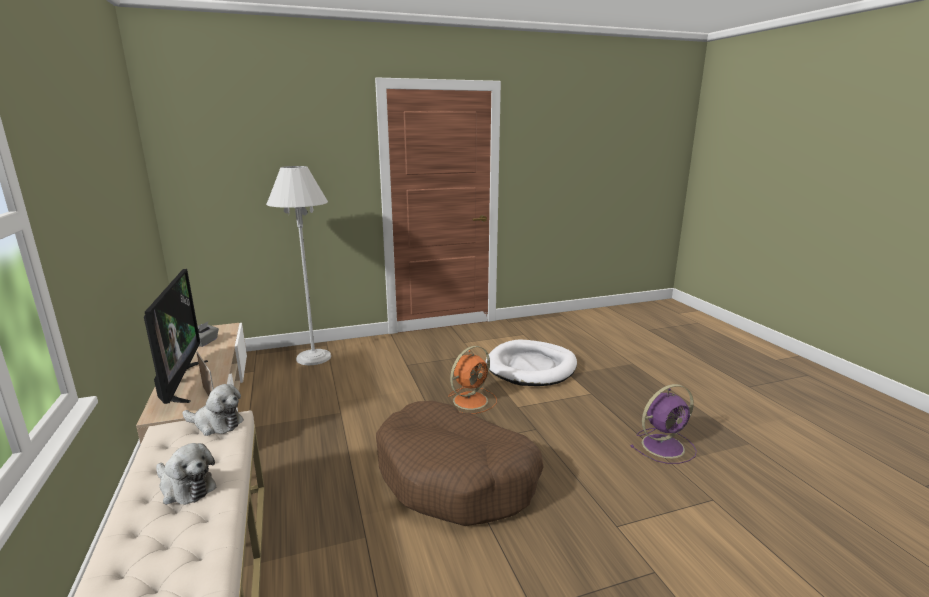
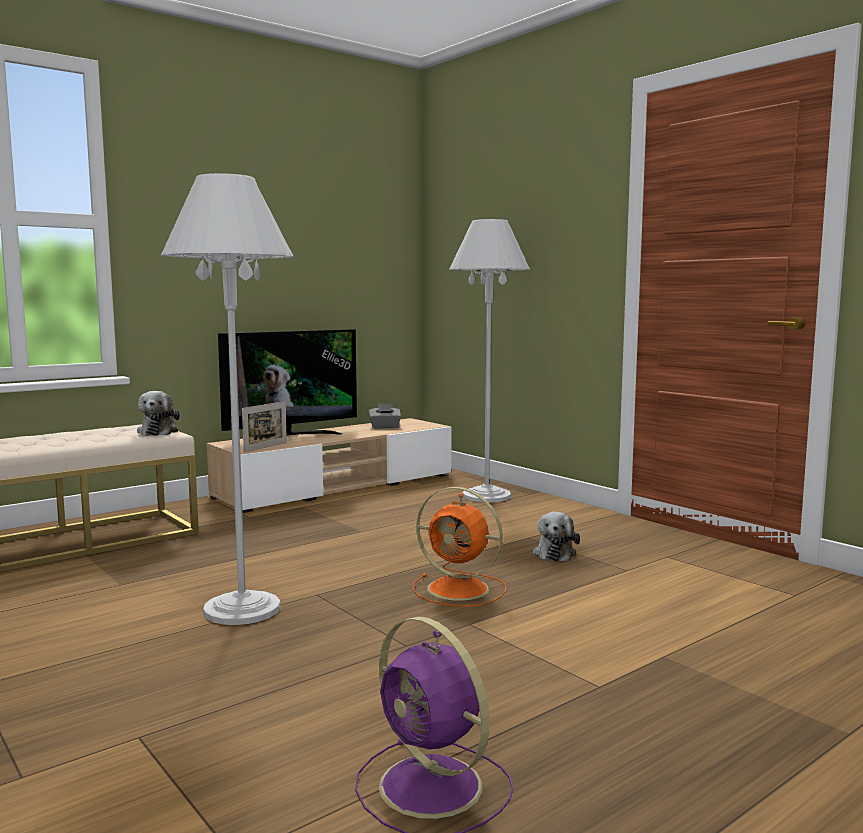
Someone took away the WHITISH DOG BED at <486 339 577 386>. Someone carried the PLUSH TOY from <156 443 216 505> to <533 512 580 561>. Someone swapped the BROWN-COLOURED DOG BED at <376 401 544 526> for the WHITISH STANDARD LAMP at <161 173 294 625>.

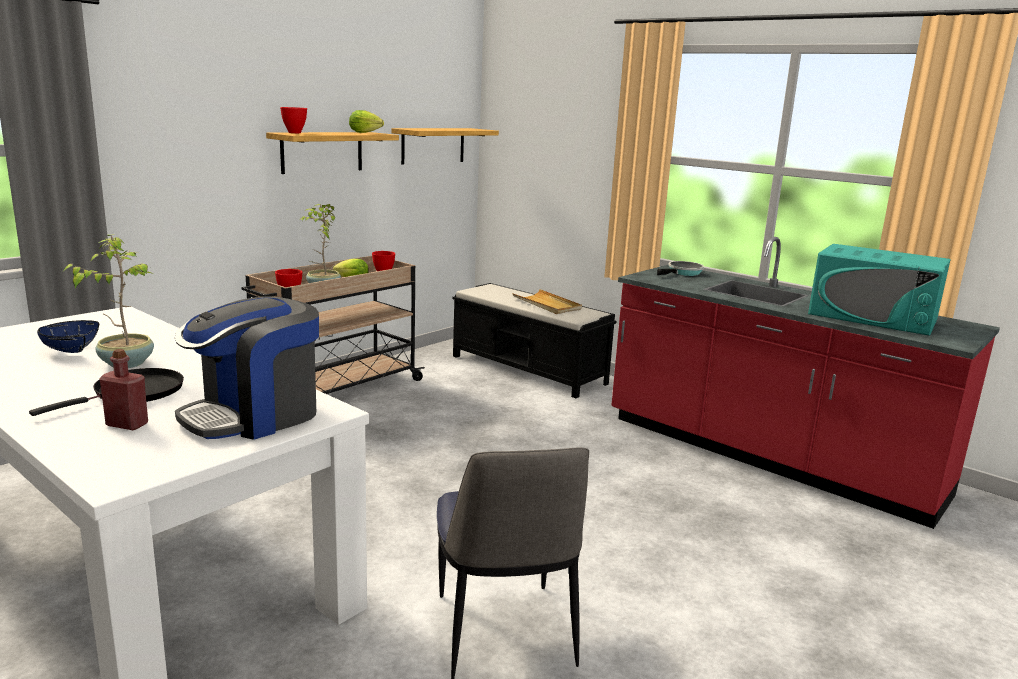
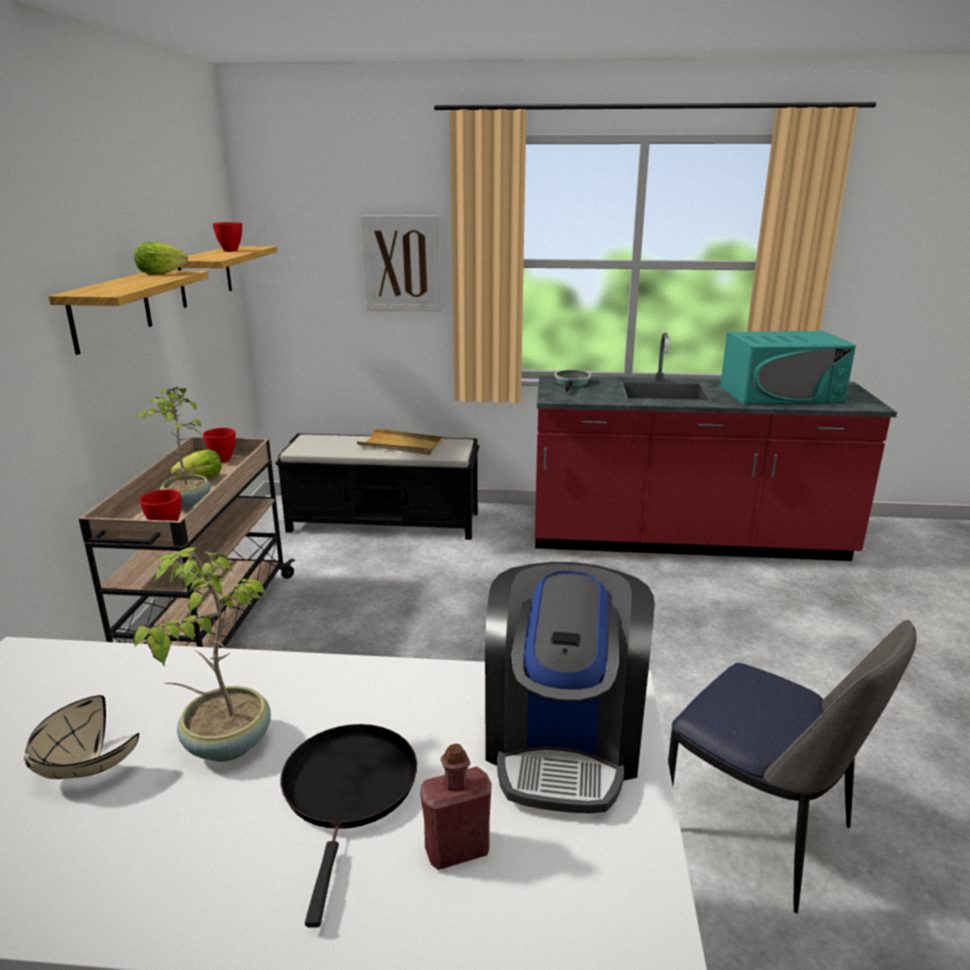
Someone put up the WALL PICTURE at <361 215 441 312>. Someone carried the RED-COLOURED SERVING BOWL from <280 107 307 133> to <213 222 242 252>. Someone repainted the BLUISH SERVING BOWL at <37 320 99 353>, which became the SAND-COLOURED SERVING BOWL at <24 695 139 779>.

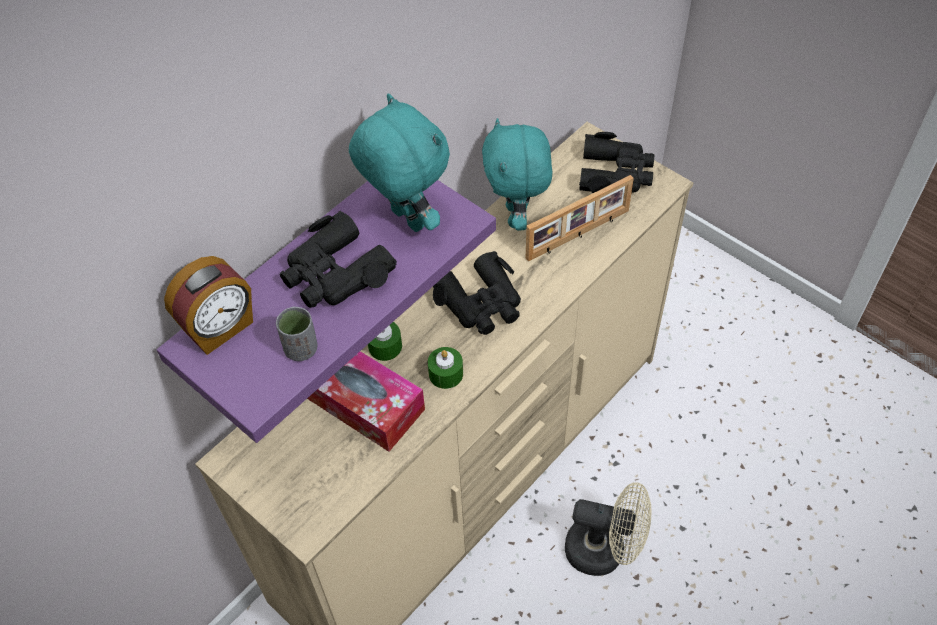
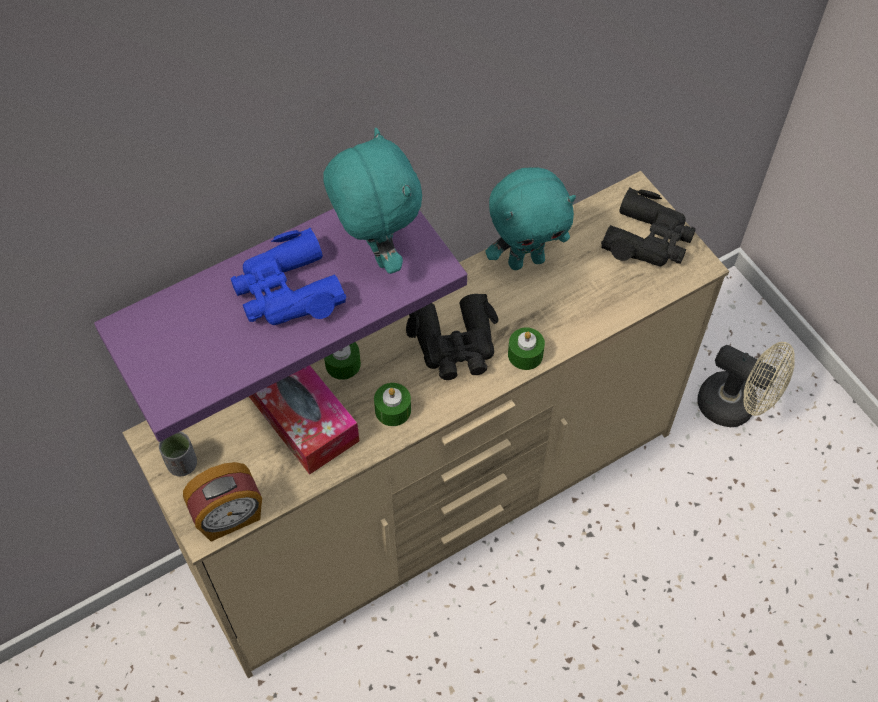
Someone took away the STANDING FRAME at <526 175 634 262>. Someone put down the GREEN-COLOURED WAX CANDLE at <508 328 545 370>. Someone carried the ALARM CLOCK from <164 256 253 355> to <183 462 262 542>. Someone carried the GRAY SMALL CUP from <276 306 318 361> to <159 431 197 476>. Someone carried the SAND-COLOURED FAN from <565 482 651 576> to <697 342 795 427>. Someone repainted the BLACK PAIR OF BINOCULARS at <280 211 397 308>, which became the BLUISH PAIR OF BINOCULARS at <231 228 346 325>. Someone rotated the TURQUOISE-COLOURED PLUSH TOY at <482 118 552 231> by 120 degrees counterclockwise.

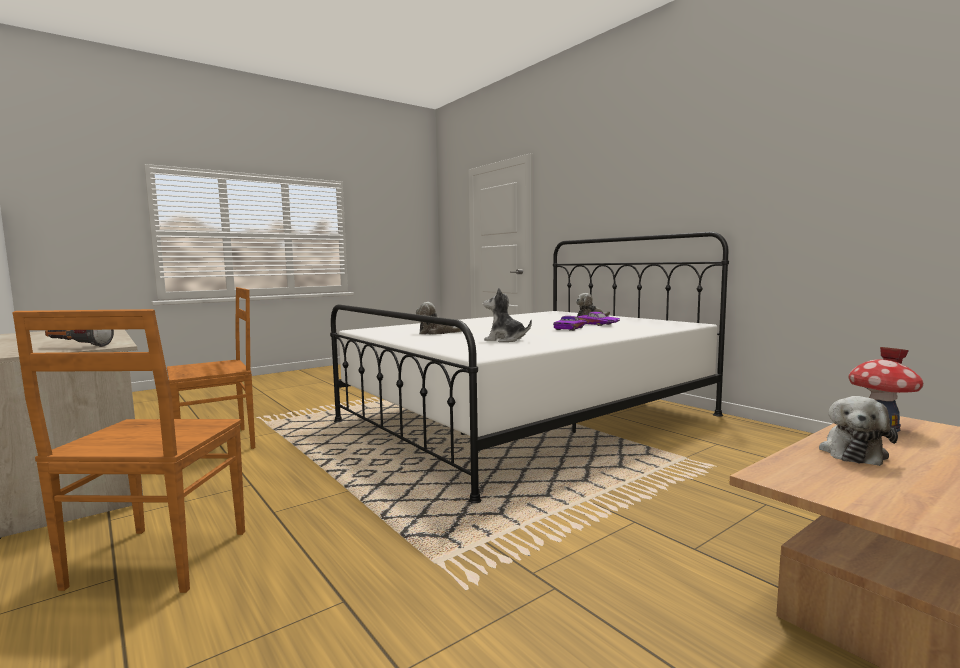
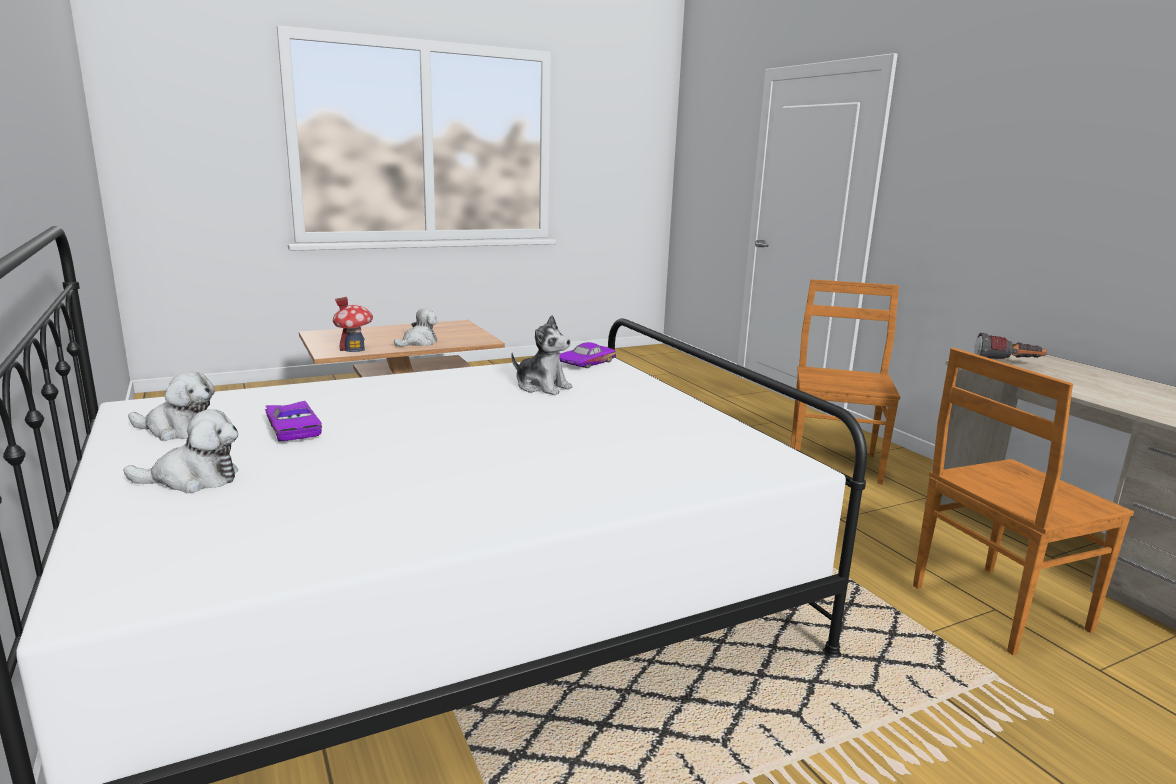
Someone carried the PLUSH TOY from <416 302 462 335> to <128 371 215 441>. Someone carried the PURPLISH MODEL CAR from <553 316 587 331> to <559 342 616 368>.

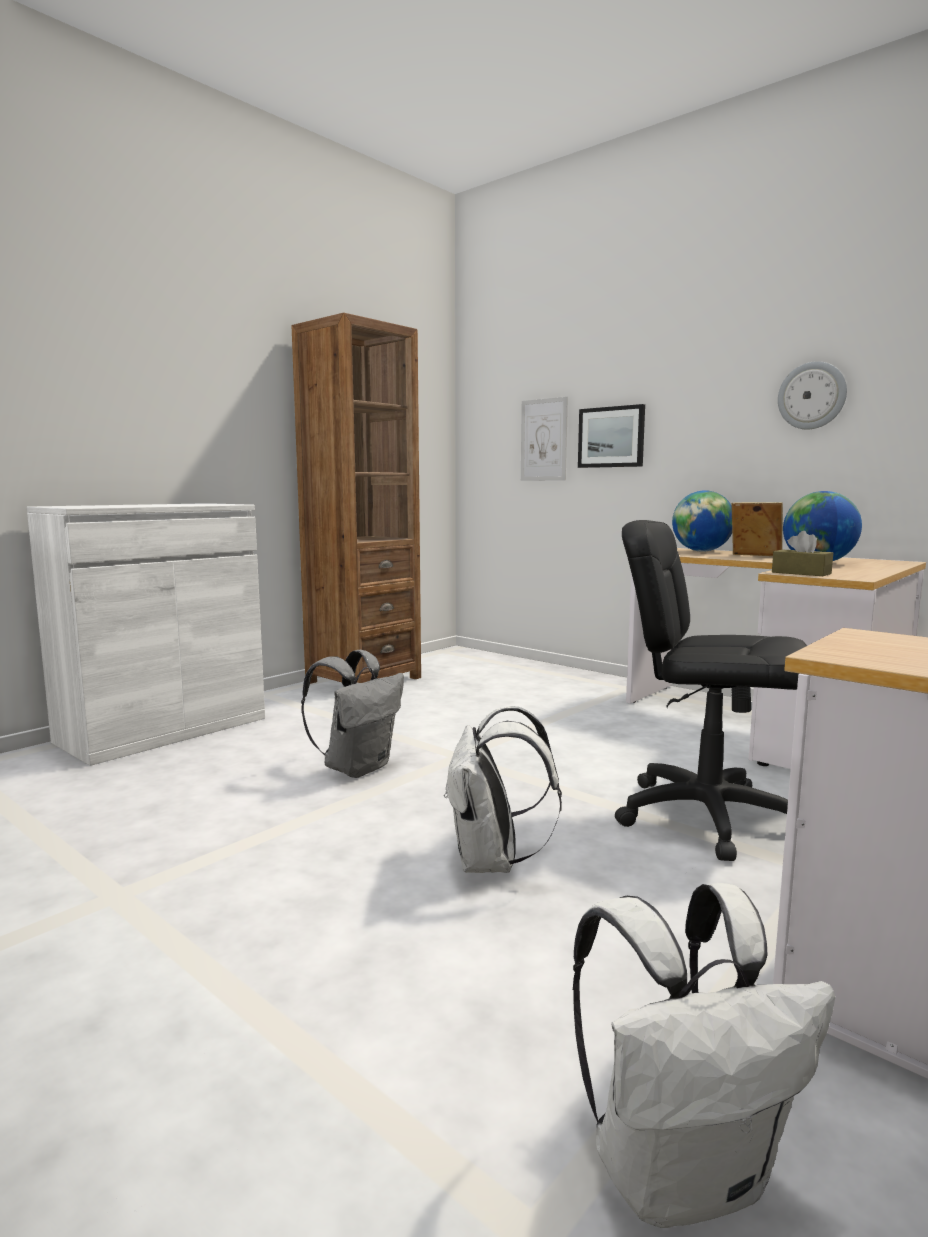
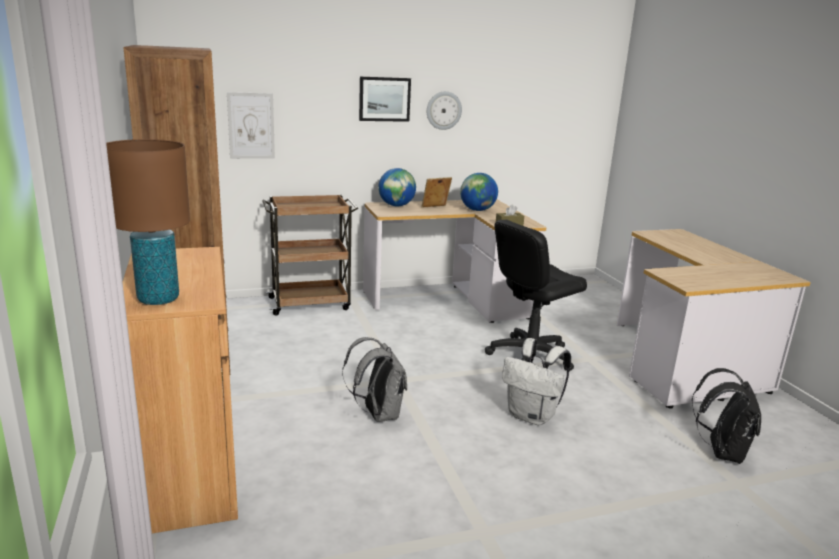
Someone put down the BROWN-COLOURED TABLE LAMP at <106 139 190 305>. Someone put down the BROWN-COLOURED TROLLEY at <262 195 358 316>. Someone carried the WALL PICTURE from <578 404 645 468> to <359 77 411 122>. Someone repainted the WHITISH STORAGE CABINET at <27 503 265 766>, which became the BROWN-COLOURED STORAGE CABINET at <123 247 238 534>. Someone repainted the WHITISH RUCKSACK at <573 883 835 1228>, which became the BLACK RUCKSACK at <692 368 761 464>.

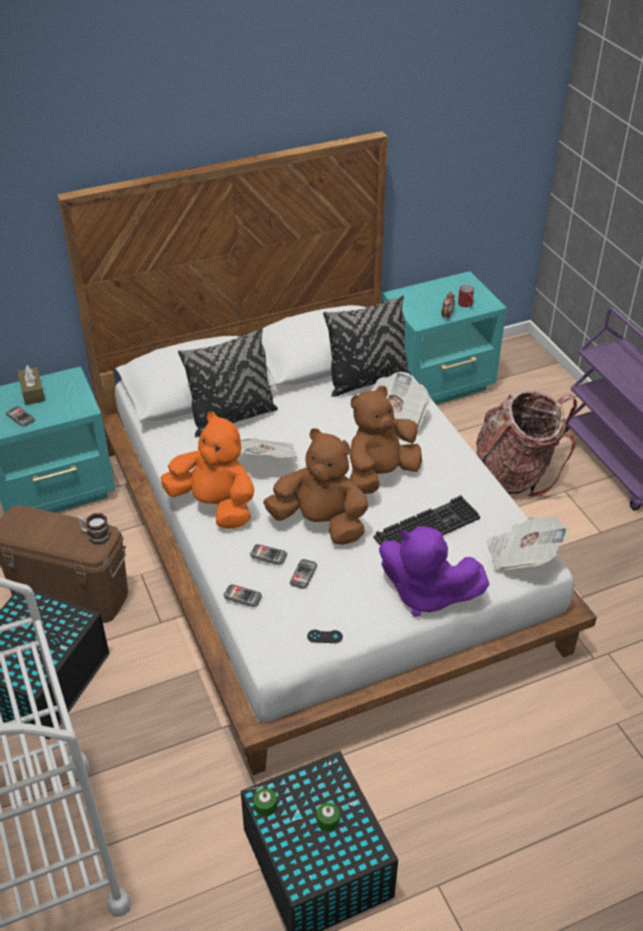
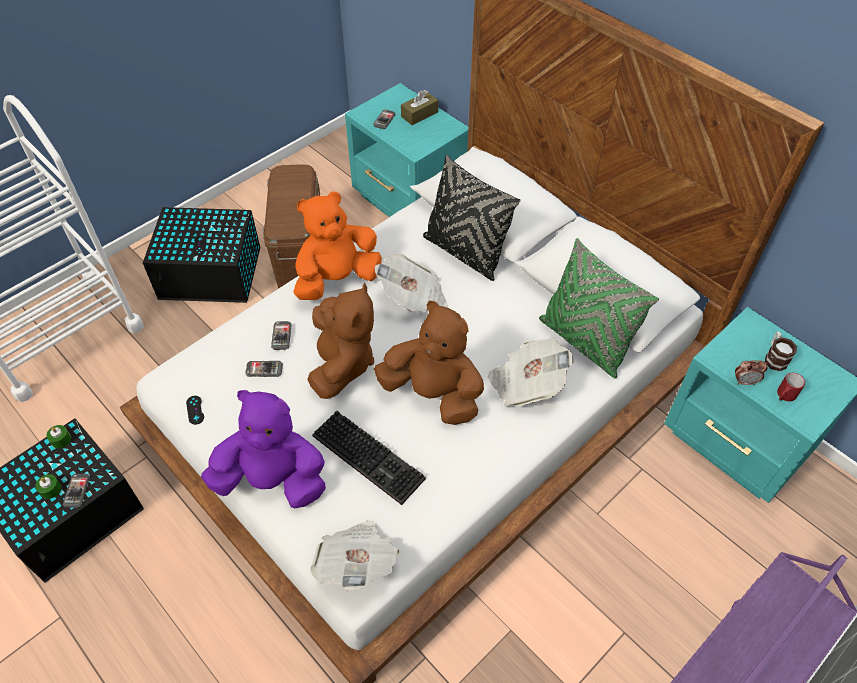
Someone took away the RUCKSACK at <476 390 577 497>. Someone carried the TEA MUG from <78 513 110 545> to <765 332 797 371>. Someone carried the TELEPHONE from <223 584 262 607> to <63 474 90 508>. Someone repainted the BLACK PILLOW at <323 296 412 397>, which became the GREEN-COLOURED PILLOW at <539 238 659 378>. Someone rotated the ORANGEY PLUSH TOY at <161 412 254 529> by 135 degrees counterclockwise. Someone rotated the PURPLISH PLUSH TOY at <379 526 490 617> by 90 degrees clockwise.

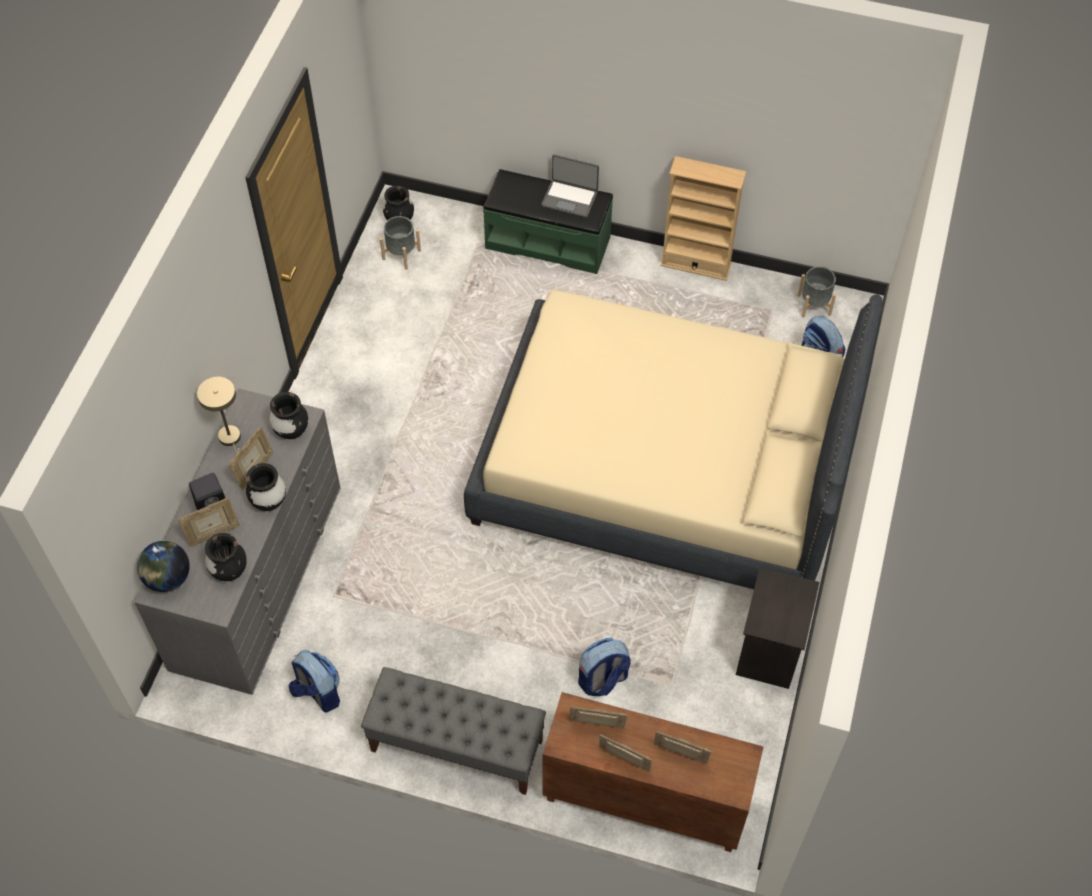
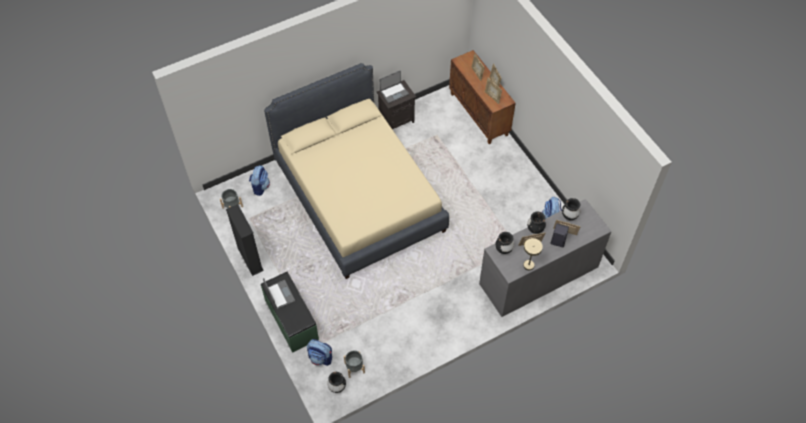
Someone took away the DESK GLOBE at <137 541 190 592>. Someone took away the GRAY INDOOR BENCH at <361 667 546 795>. Someone put down the PORTABLE COMPUTER at <380 71 409 103>. Someone carried the RUCKSACK from <578 638 631 696> to <307 339 332 366>. Someone repainted the SAND-COLOURED BOOKSHELF at <660 156 747 281>, which became the BLACK BOOKSHELF at <226 204 264 276>.

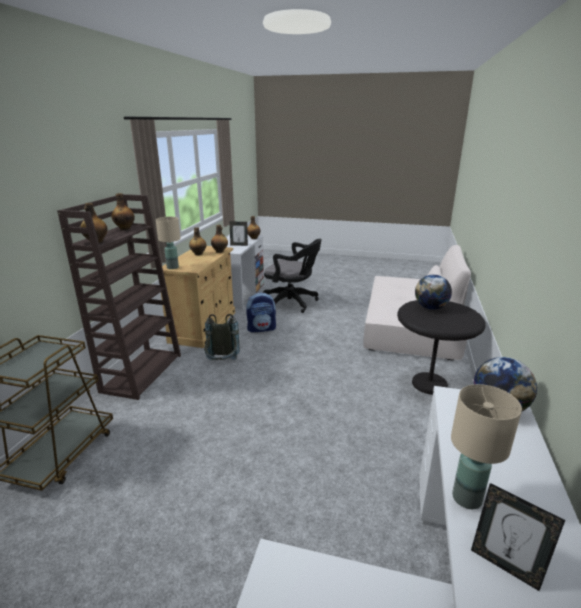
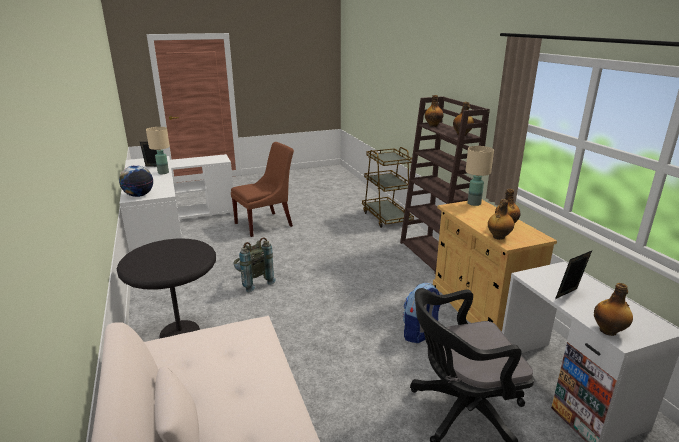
Someone took away the DESK GLOBE at <415 275 452 310>. Someone put down the BROWN-COLOURED PLAIN CHAIR at <231 142 294 237>. Someone carried the GRAY RUCKSACK from <204 314 240 360> to <233 237 276 292>.

